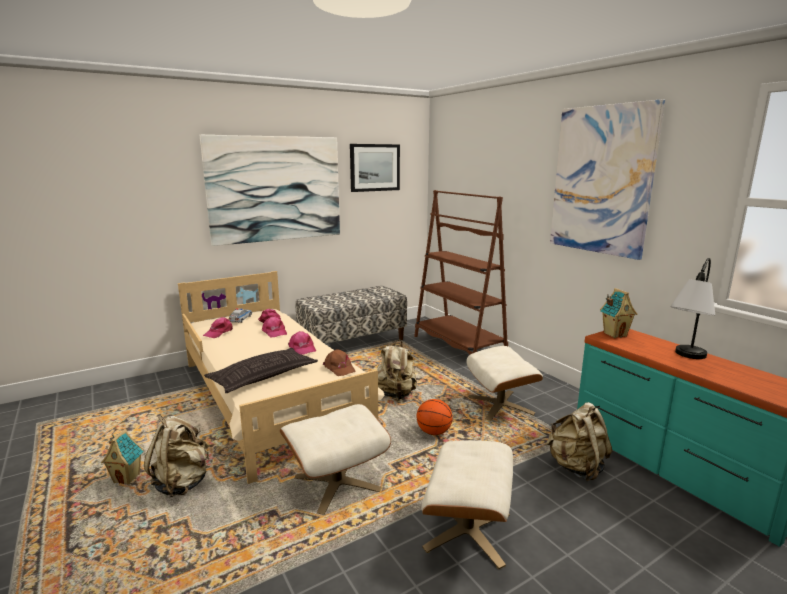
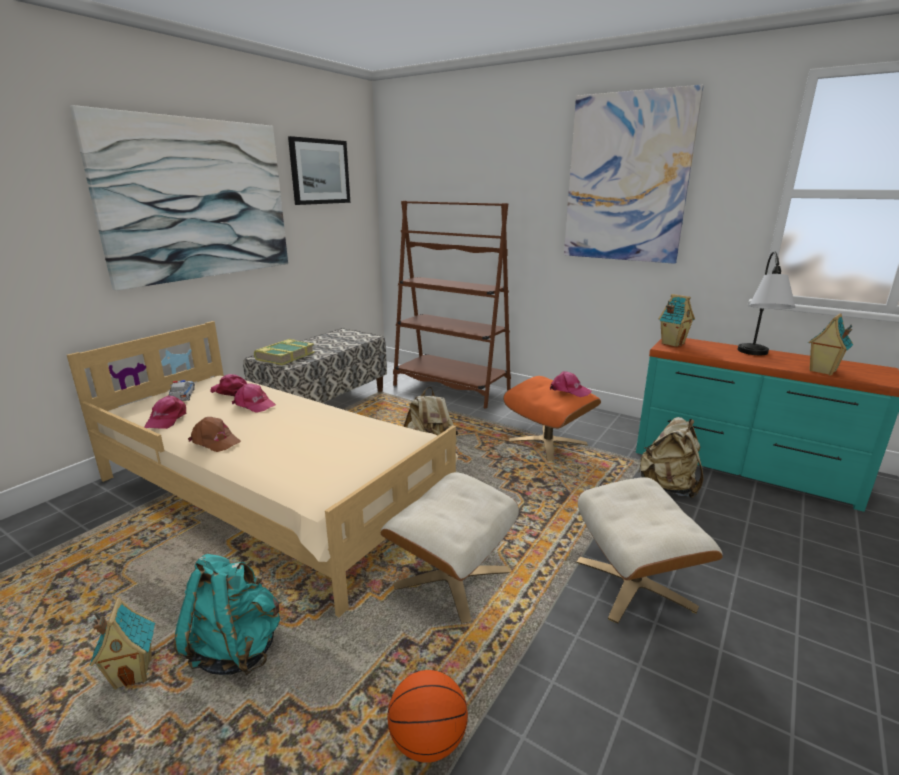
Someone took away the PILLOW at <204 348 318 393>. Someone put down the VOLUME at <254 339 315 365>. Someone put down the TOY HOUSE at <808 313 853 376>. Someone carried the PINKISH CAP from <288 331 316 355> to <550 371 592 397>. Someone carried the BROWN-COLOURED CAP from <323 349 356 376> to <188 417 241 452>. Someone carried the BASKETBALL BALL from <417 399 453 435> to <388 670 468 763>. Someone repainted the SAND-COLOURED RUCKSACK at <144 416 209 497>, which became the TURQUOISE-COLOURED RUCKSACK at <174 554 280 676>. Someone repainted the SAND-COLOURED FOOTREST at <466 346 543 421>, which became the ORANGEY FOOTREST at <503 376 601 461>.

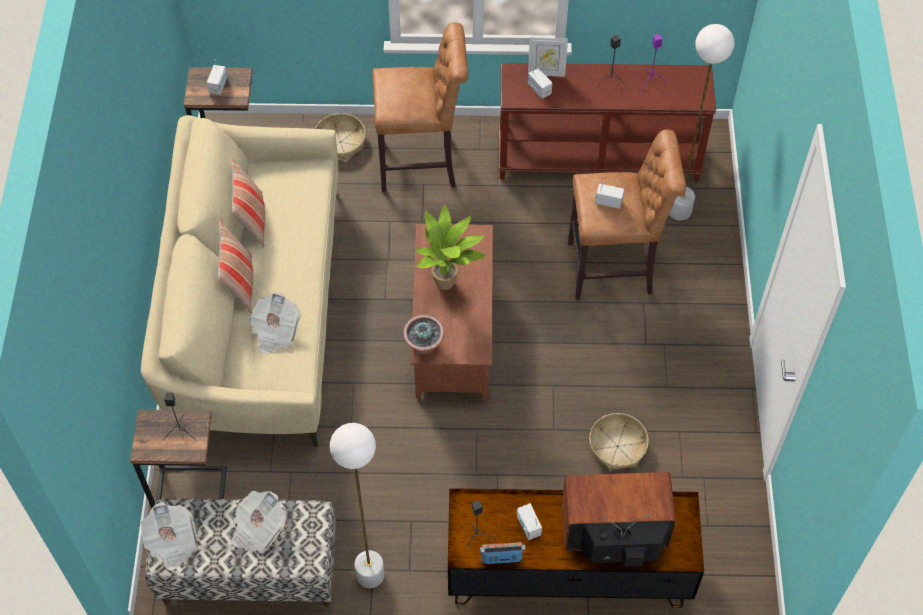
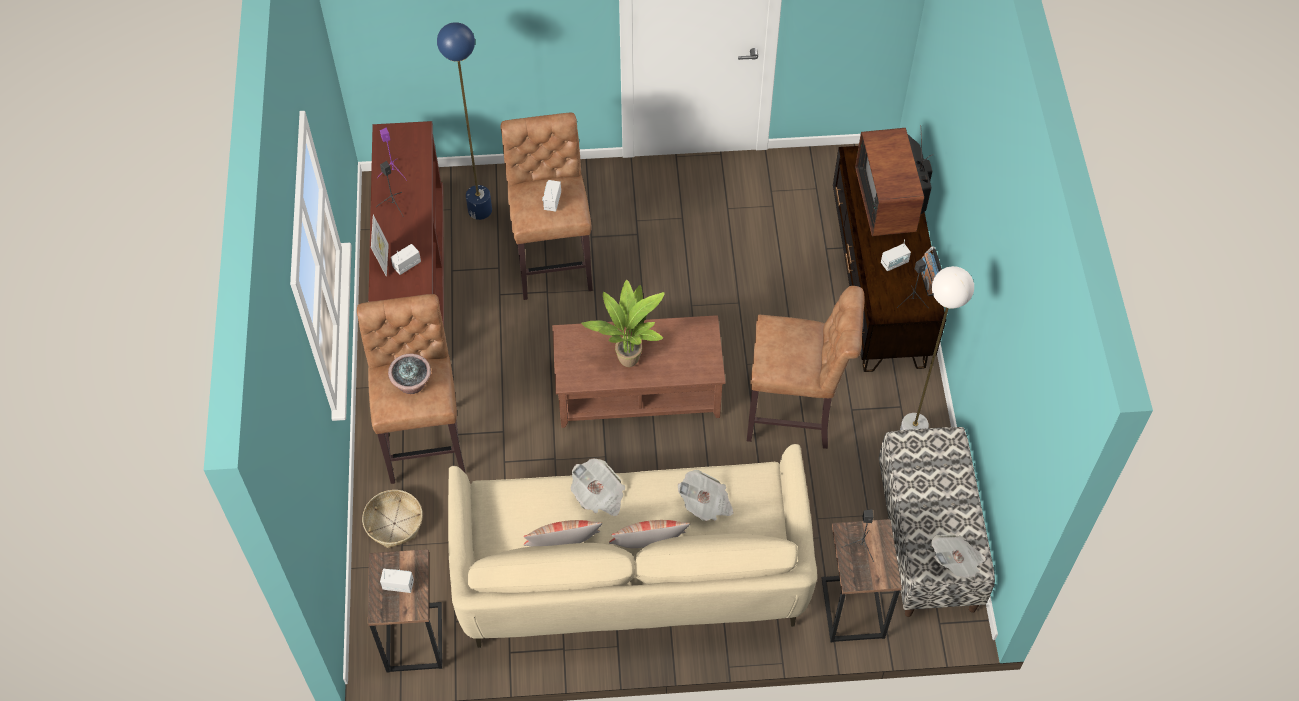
Someone took away the STORAGE BASKET at <589 413 649 469>. Someone put down the BROWN-COLOURED STOOL SEAT at <747 286 865 449>. Someone carried the NEWSPAPER from <231 491 286 553> to <571 459 626 516>. Someone carried the POTTED PLANT from <403 315 444 354> to <388 353 431 394>. Someone repainted the WHITISH STANDARD LAMP at <669 24 734 221>, which became the BLUISH STANDARD LAMP at <437 22 492 220>.

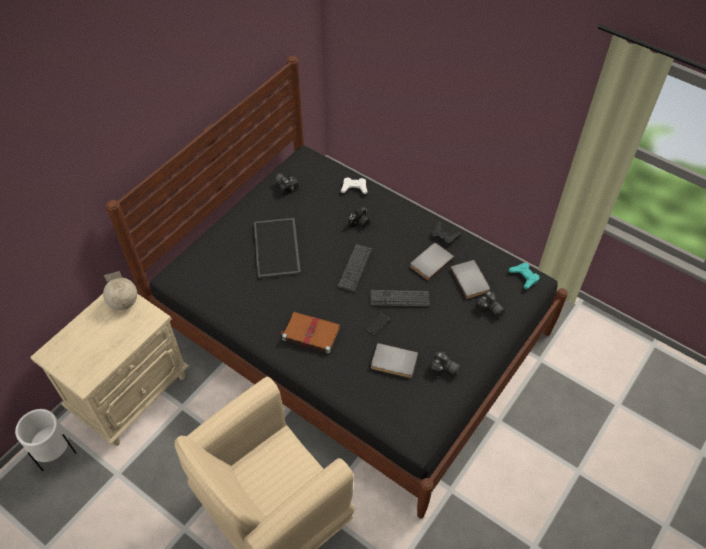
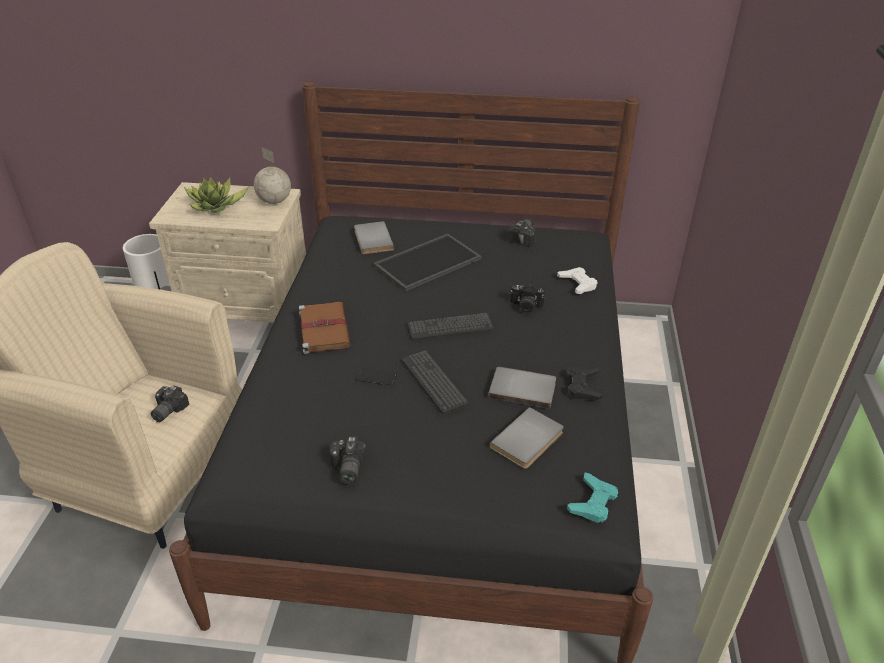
Someone put down the POTTED PLANT at <183 177 248 213>. Someone carried the GRAY VOLUME from <371 343 418 378> to <354 221 394 254>. Someone carried the STILL CAMERA from <475 291 505 317> to <151 386 189 422>.

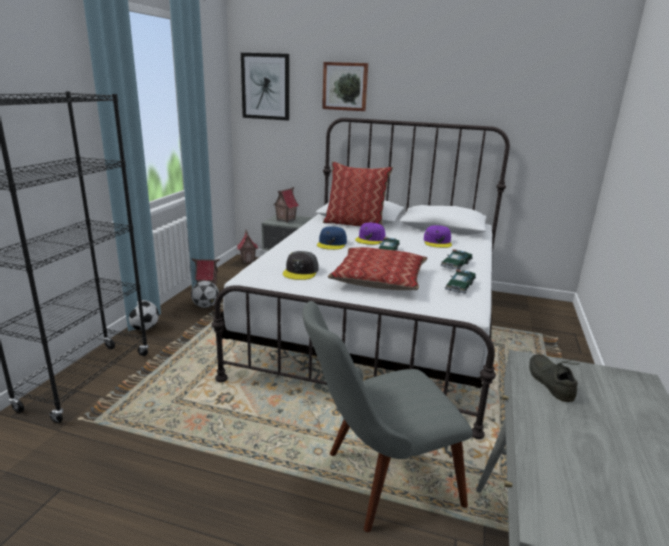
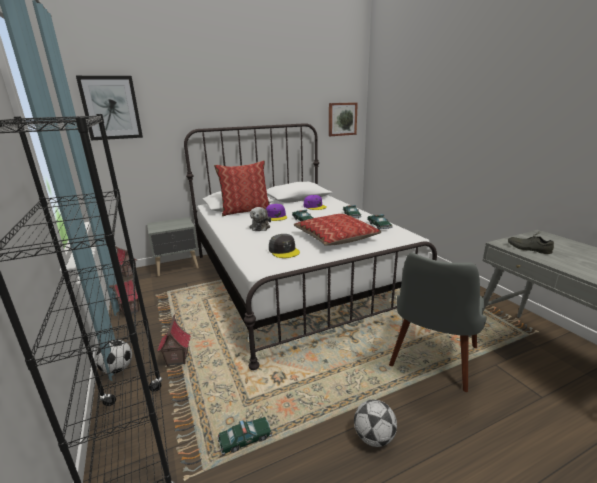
Someone put down the MODEL CAR at <218 417 272 455>. Someone carried the BALL FOR FOOTBALL from <191 281 219 308> to <354 399 397 447>. Someone carried the TOY HOUSE from <273 187 299 223> to <158 315 191 366>. Someone carried the WALL PICTURE from <322 62 368 111> to <329 102 358 136>. Someone swapped the BLUISH CAP at <317 226 347 250> for the PLUSH TOY at <249 207 271 231>.

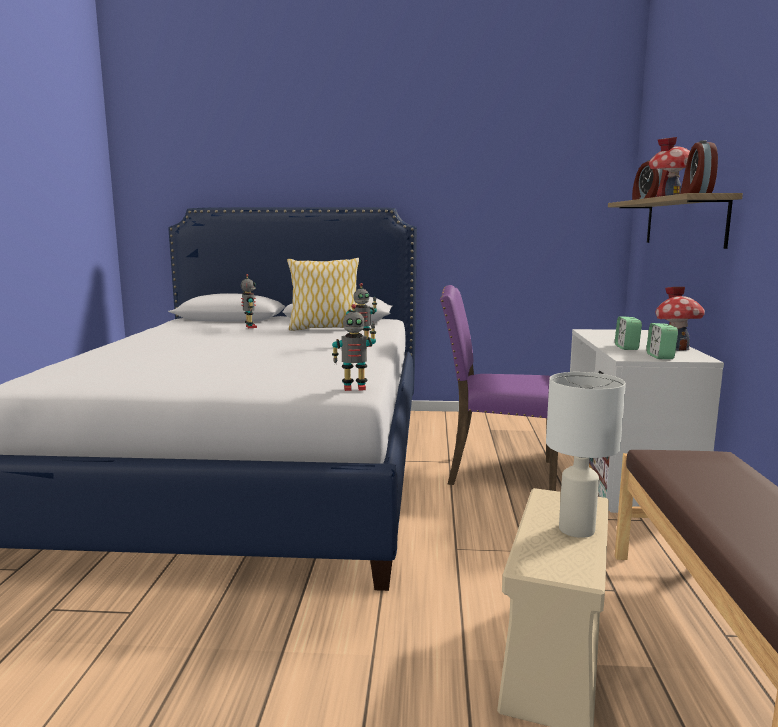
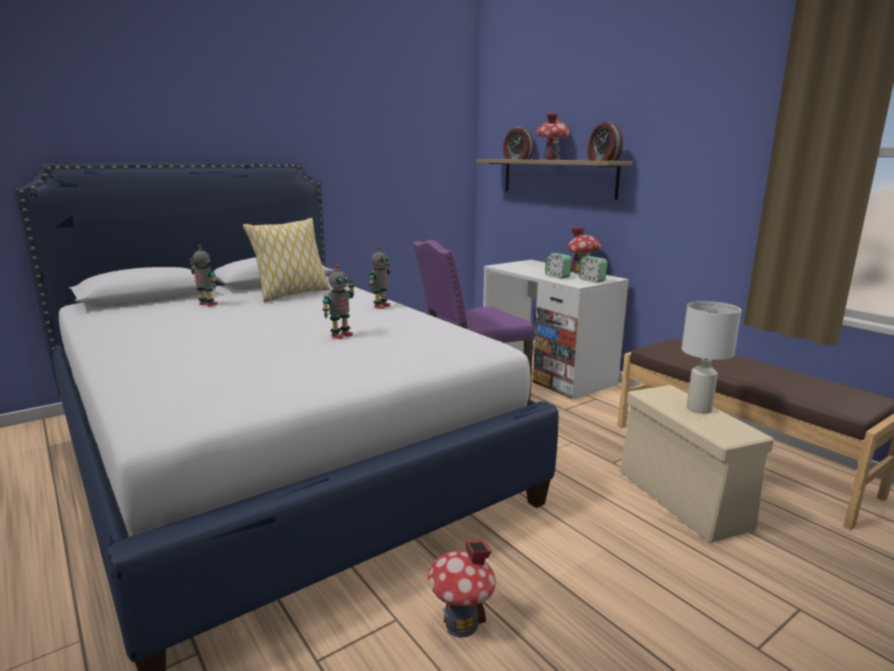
Someone put down the TOY HOUSE at <428 539 496 637>. Someone carried the TOY ROBOT from <332 304 376 391> to <322 264 354 339>.

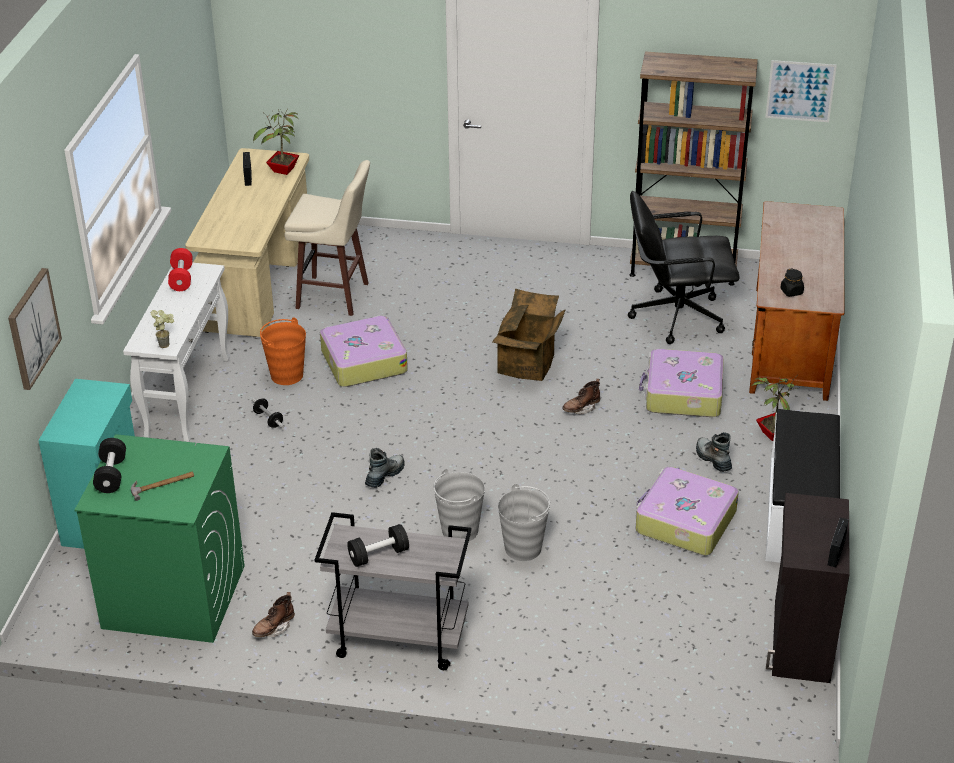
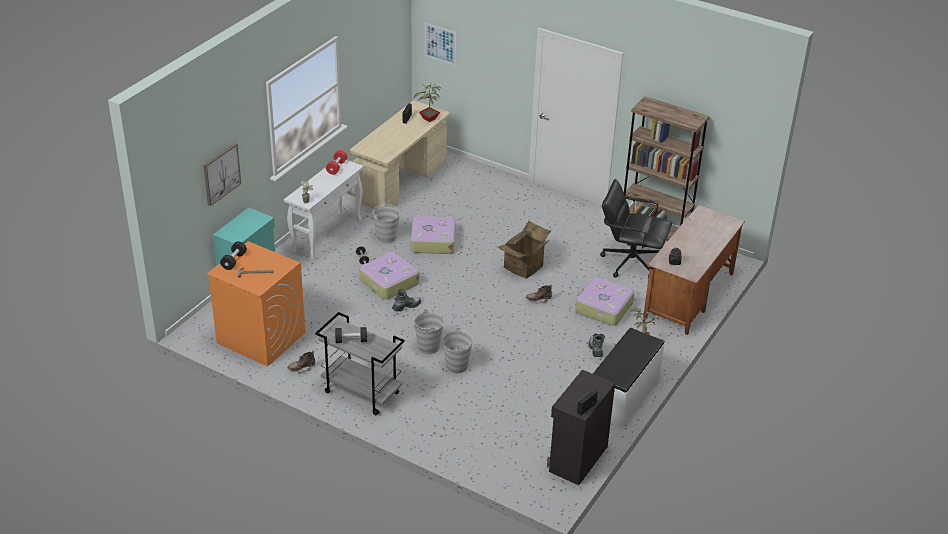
Someone took away the SAND-COLOURED STOOL SEAT at <284 160 370 316>. Someone carried the SUITCASE from <636 467 739 555> to <359 252 419 300>. Someone carried the WALL PICTURE from <765 60 837 122> to <425 23 456 66>. Someone repainted the GREEN-COLOURED LAUNDRY MACHINE at <74 434 245 643>, which became the ORANGEY LAUNDRY MACHINE at <207 241 305 367>. Someone repainted the ORANGEY BUCKET at <260 317 306 385>, which became the GRAY BUCKET at <373 204 400 244>.

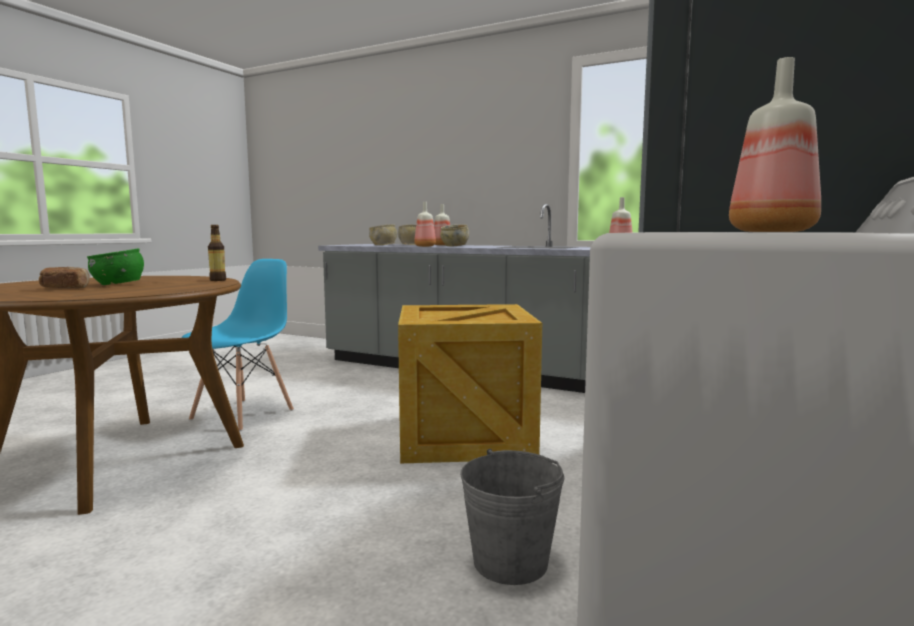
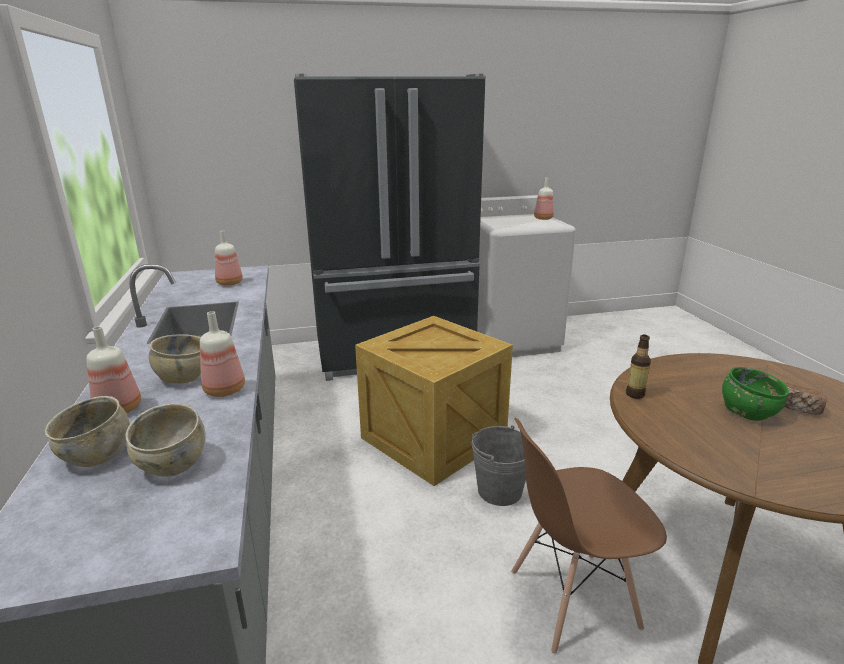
Someone carried the GRAY BUCKET from <460 449 564 585> to <471 426 526 506>. Someone repainted the BLUISH PLAIN CHAIR at <181 259 294 431>, which became the BROWN-COLOURED PLAIN CHAIR at <511 418 667 654>.

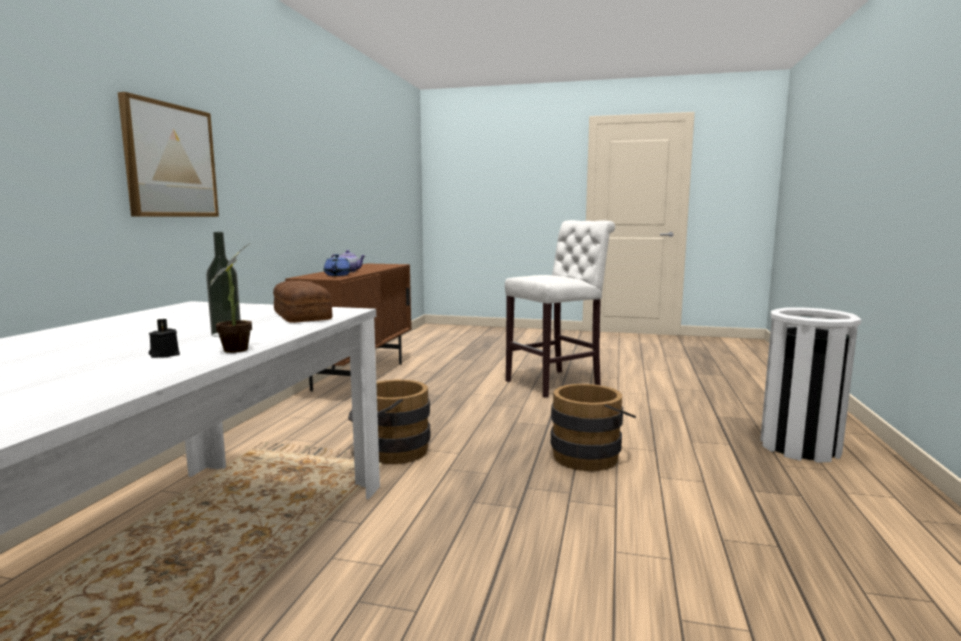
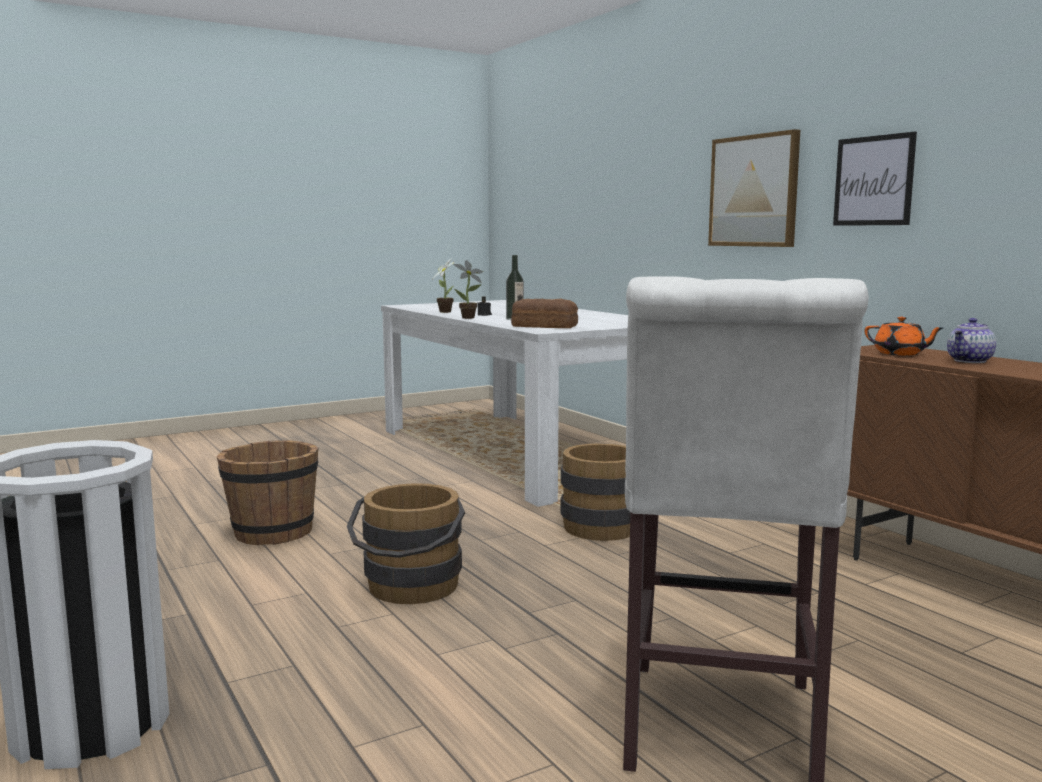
Someone put down the BROWN-COLOURED BUCKET at <217 440 318 545>. Someone put down the POTTED PLANT at <432 258 455 313>. Someone put up the WALL PICTURE at <833 132 917 226>. Someone repainted the BLUISH POT FOR TEA at <324 254 351 276>, which became the ORANGEY POT FOR TEA at <865 317 944 356>.

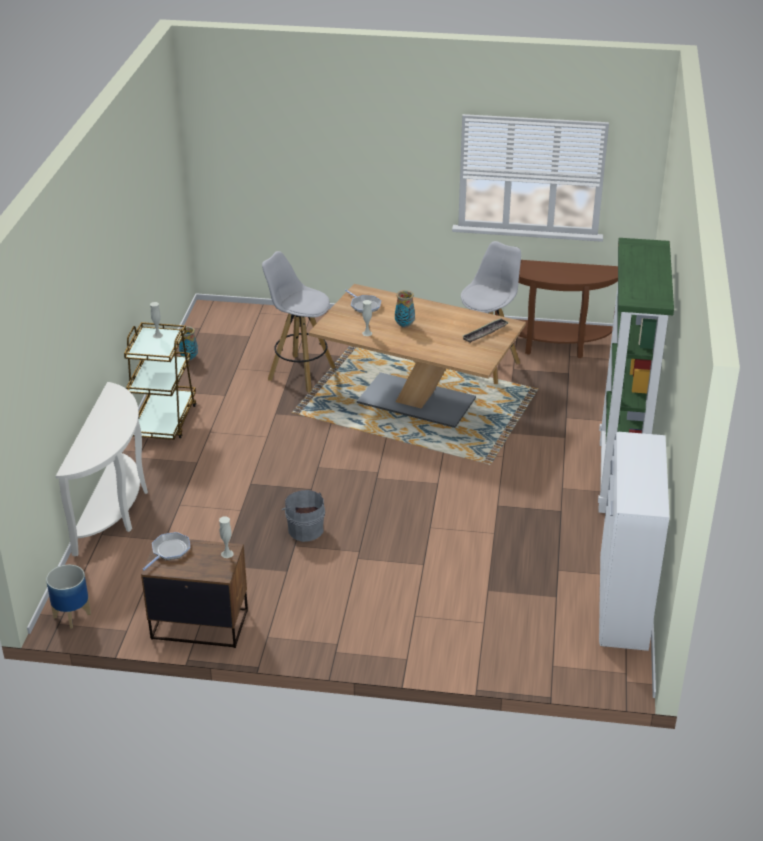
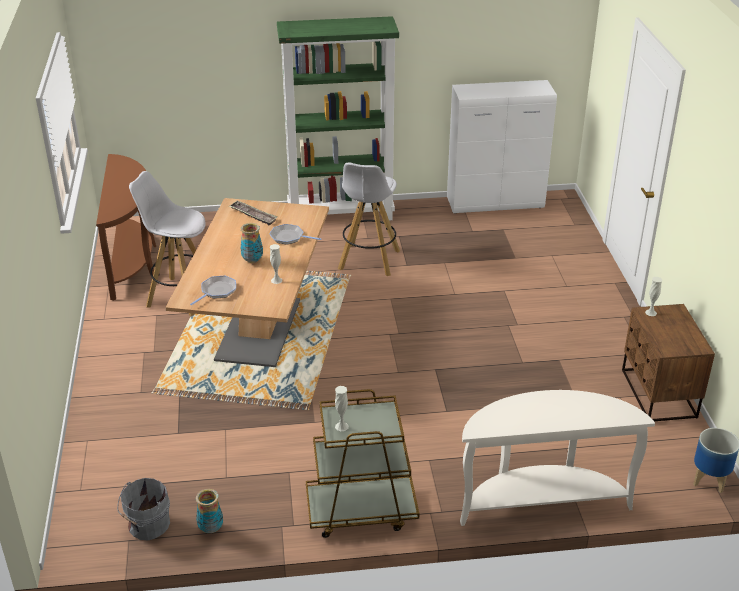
Someone carried the SKILLET from <142 532 190 570> to <269 224 321 245>. Someone carried the WHITISH STOOL SEAT from <262 251 335 392> to <338 162 400 276>. Someone carried the GRAY BUCKET from <282 490 325 542> to <117 478 170 540>.

